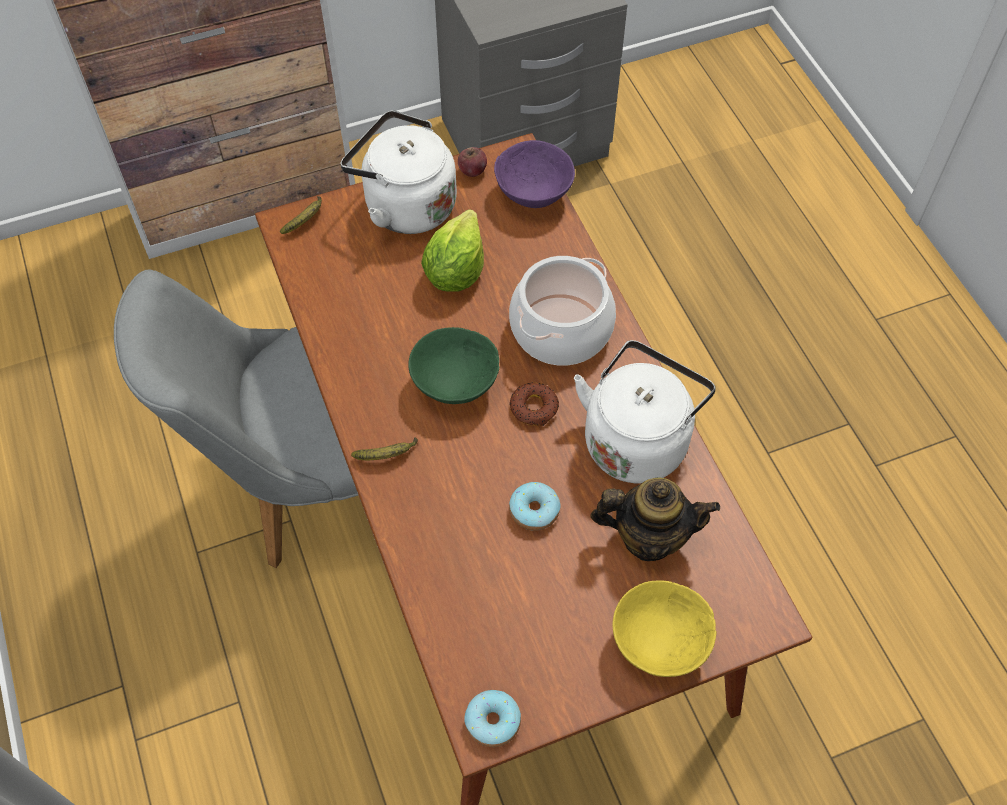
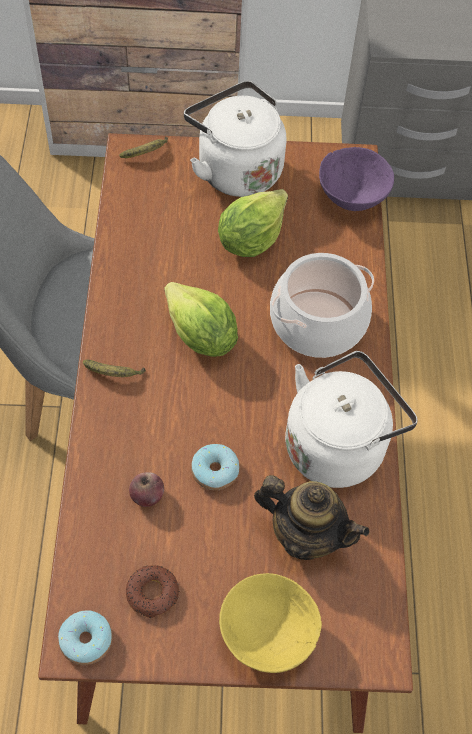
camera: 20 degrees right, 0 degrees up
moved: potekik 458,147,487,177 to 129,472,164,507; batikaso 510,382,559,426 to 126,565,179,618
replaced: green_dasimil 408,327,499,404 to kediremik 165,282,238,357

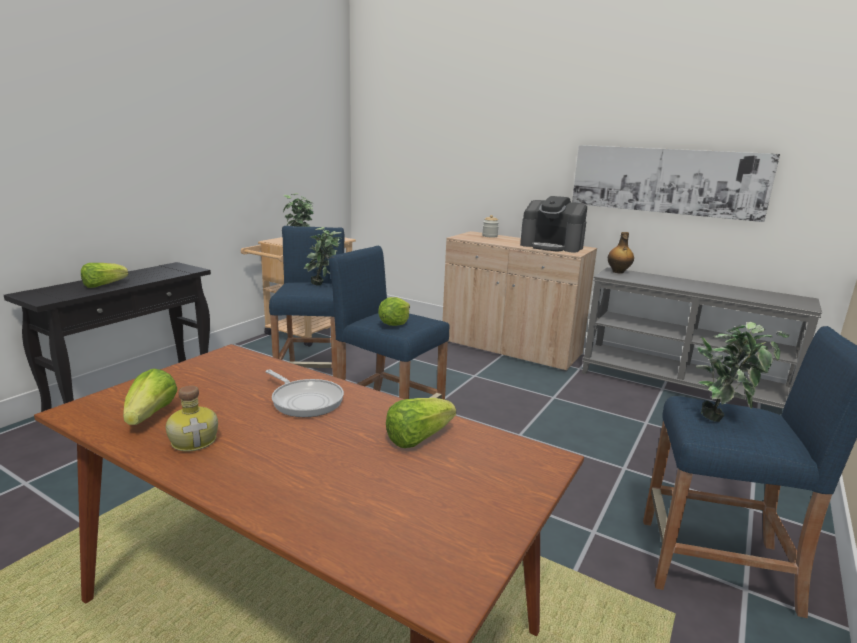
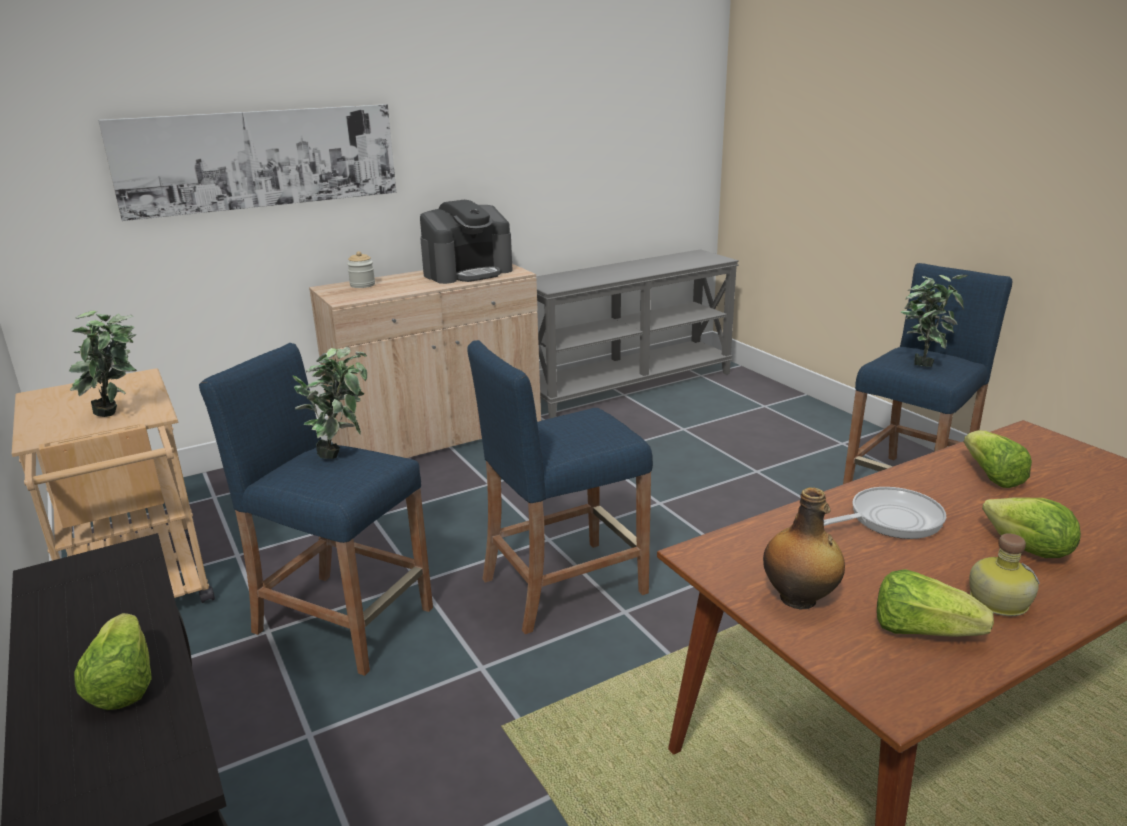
camera: 60 degrees left, 5 degrees up
moved: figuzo 572,145,780,222 to 98,104,396,221; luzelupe 608,232,634,274 to 763,487,845,610; kediremik 378,297,410,326 to 982,497,1081,558

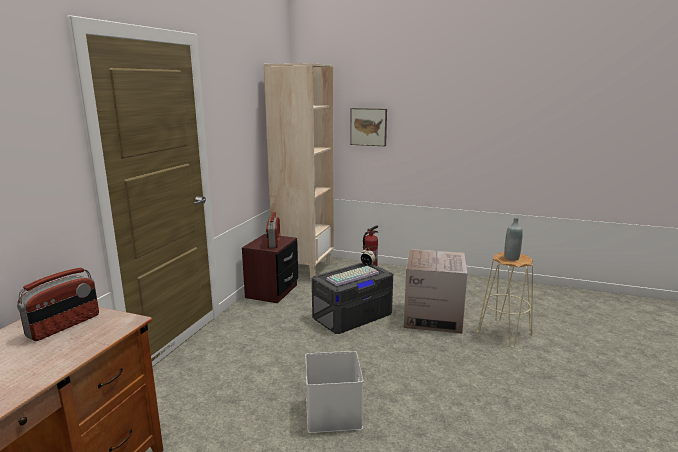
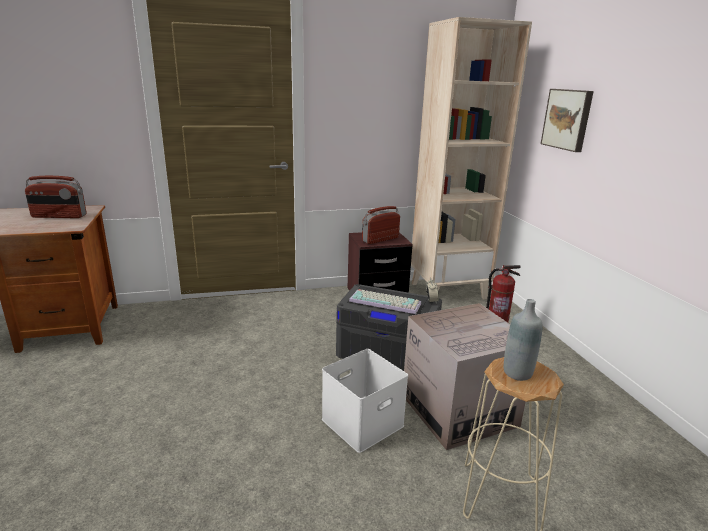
camera: 55 degrees right, 5 degrees up
moved: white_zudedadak 305,351,363,433 to 322,349,408,453

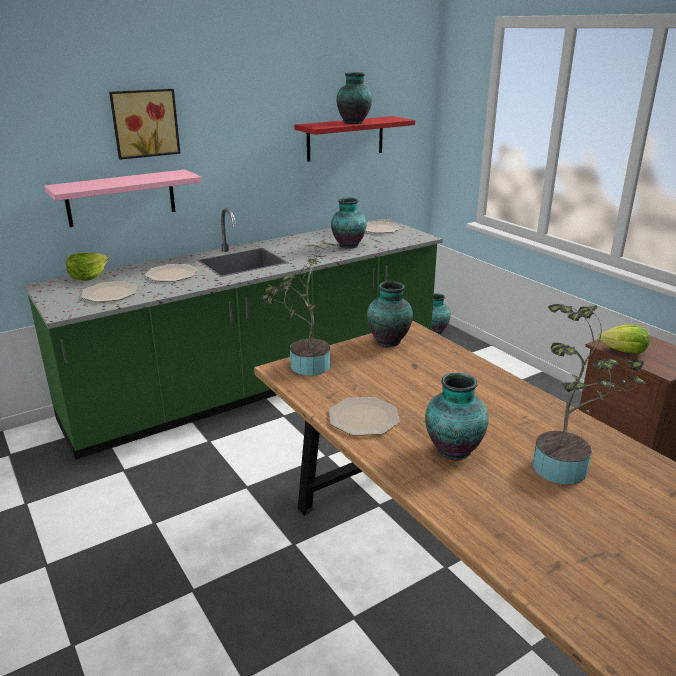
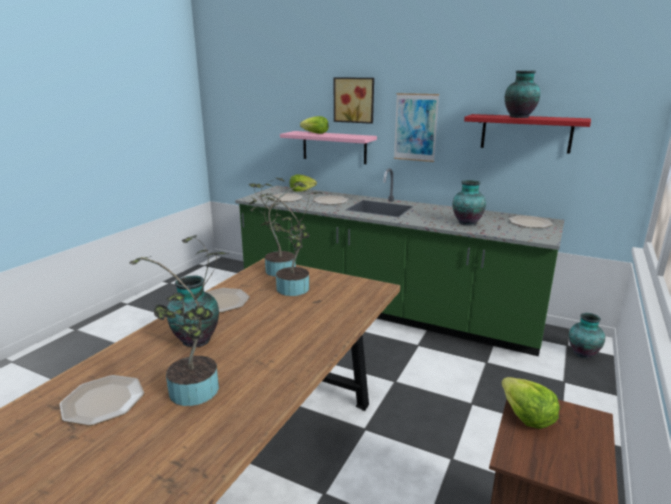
camera: 60 degrees right, 5 degrees down
removed: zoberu 367,281,413,347
added: figuzo 394,93,439,162; kediremik 300,116,329,134; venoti 260,182,322,296; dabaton 59,375,144,426

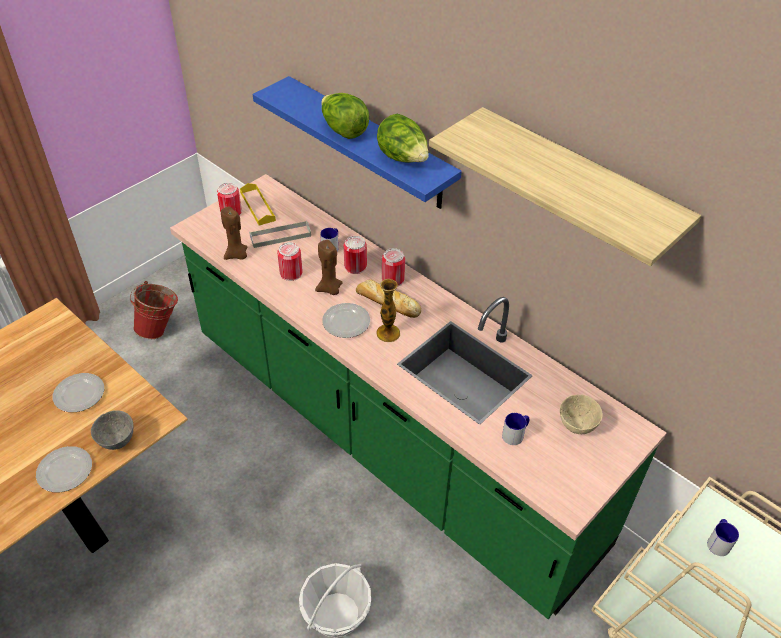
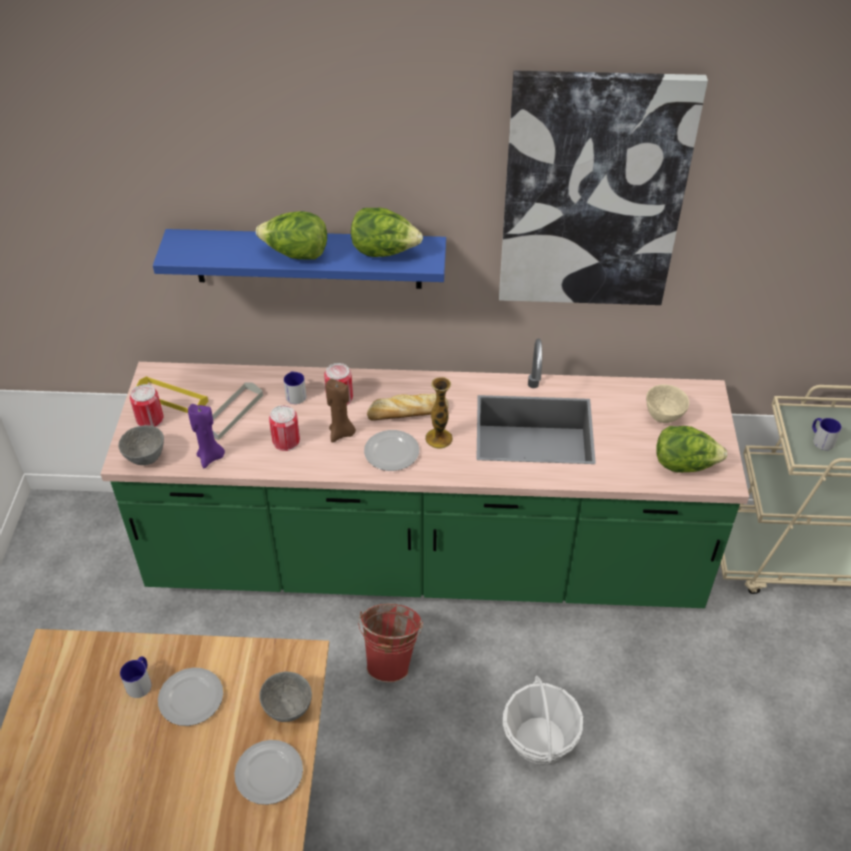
camera: 40 degrees left, 0 degrees up
removed: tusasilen 382,248,405,286
added: grey_dasimil 118,425,164,465; kediremik 656,426,728,473
moved: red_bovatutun 130,281,178,339 to 358,603,423,683; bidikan 502,413,529,445 to 120,656,151,698
replaced: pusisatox 429,107,701,266 to figuzo 499,70,708,305
recoloured: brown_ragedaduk 221,206,247,260 to purple_ragedaduk 188,404,225,468

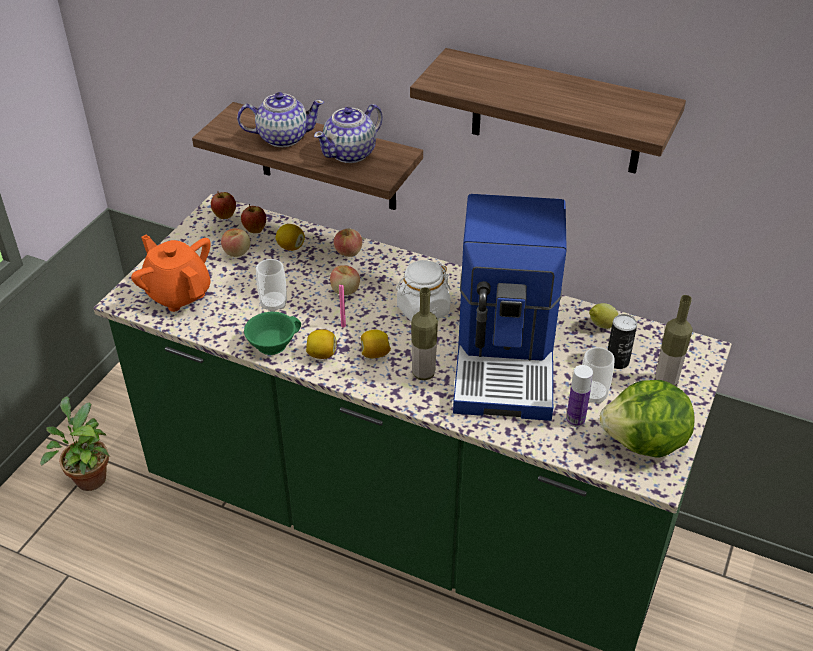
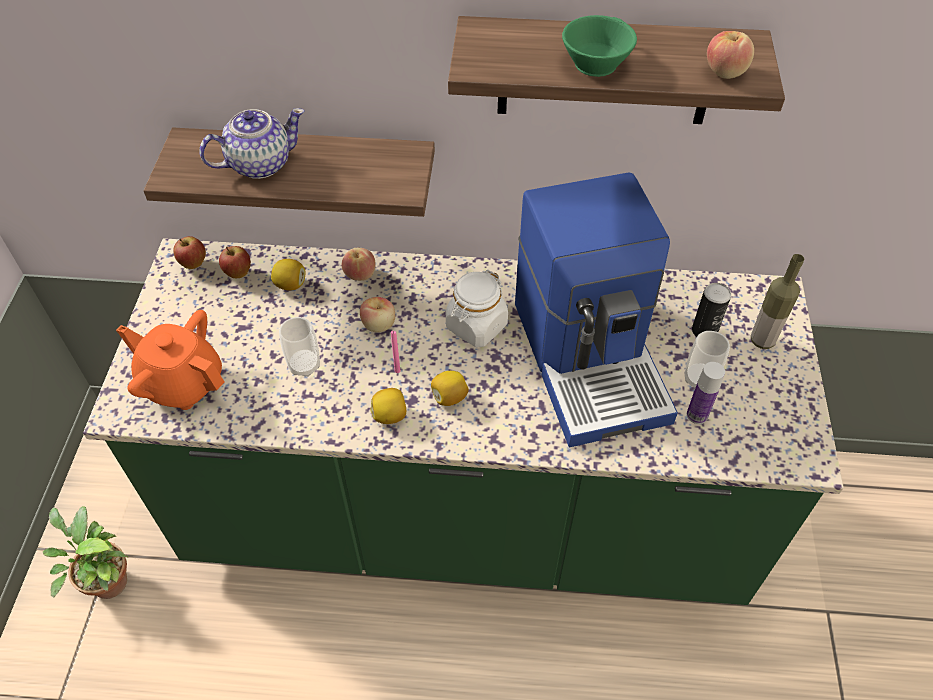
camera: 20 degrees left, 10 degrees up
removed: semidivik 314,104,383,163; luzelupe 411,287,438,380; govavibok 589,303,618,329; kediremik 600,380,695,458
moved: potekik 221,228,250,257 to 707,31,754,79; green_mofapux 244,312,301,355 to 562,15,637,77

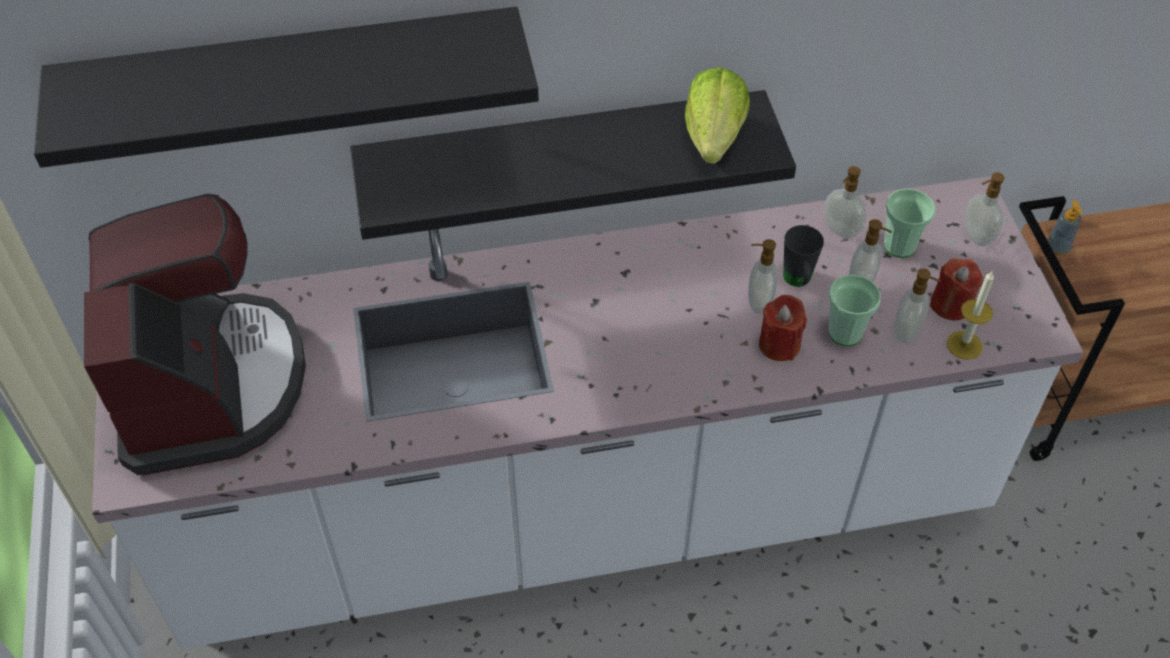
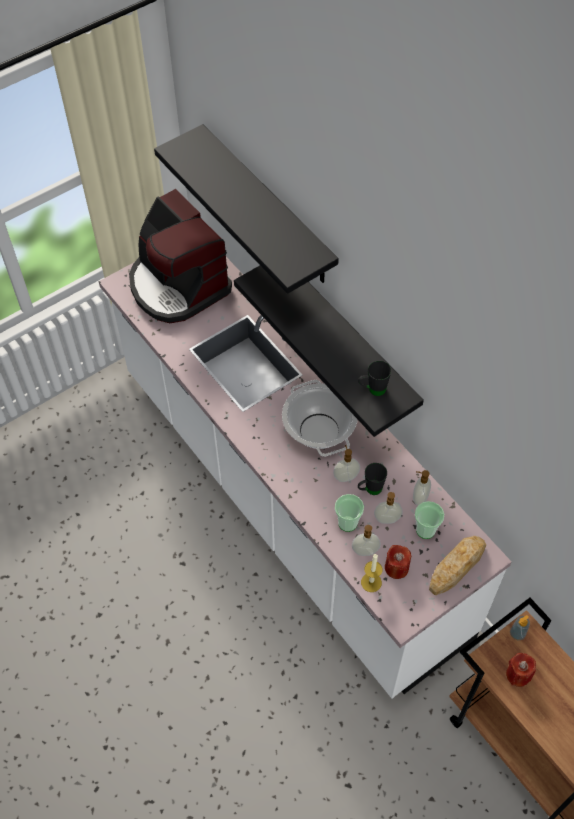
camera: 65 degrees right, 5 degrees up
added: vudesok 282,380,358,457
moved: red_ragedaduk 759,295,807,361 to 506,653,536,687
replaced: kediremik 685,67,750,164 to black_bidikan 358,360,391,396; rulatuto 965,172,1005,246 to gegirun 429,536,486,595
turned: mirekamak 84,193,306,475 = 129,189,232,323 90 degrees clockwise

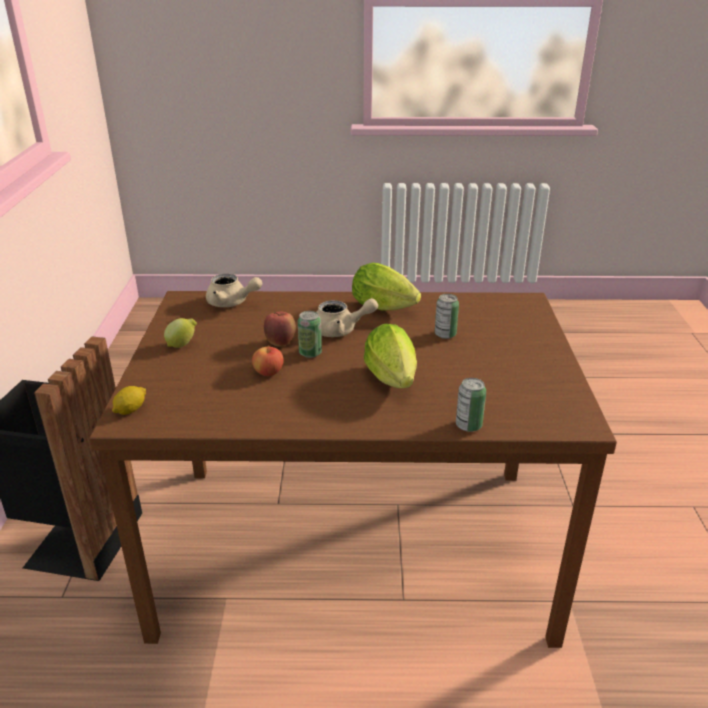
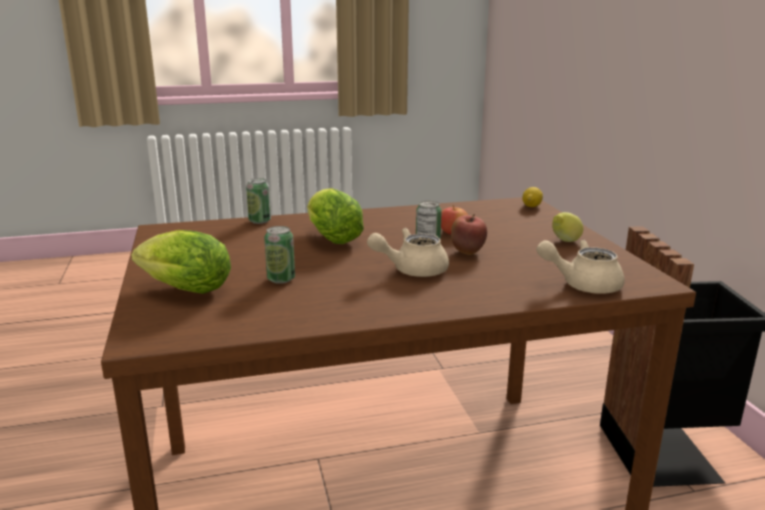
camera: 165 degrees right, 10 degrees down
moved: kediremik 352,263,421,311 to 132,230,231,294

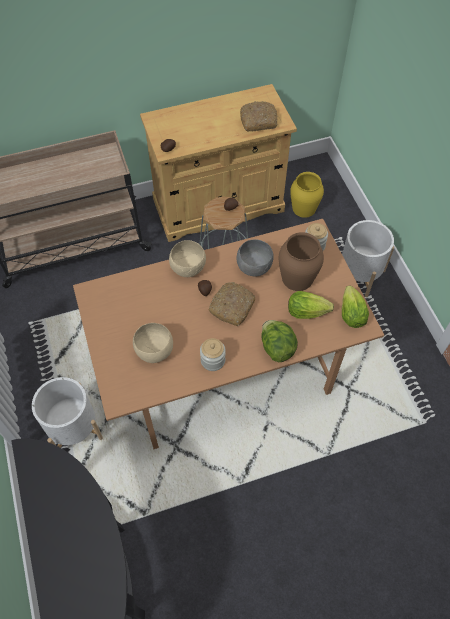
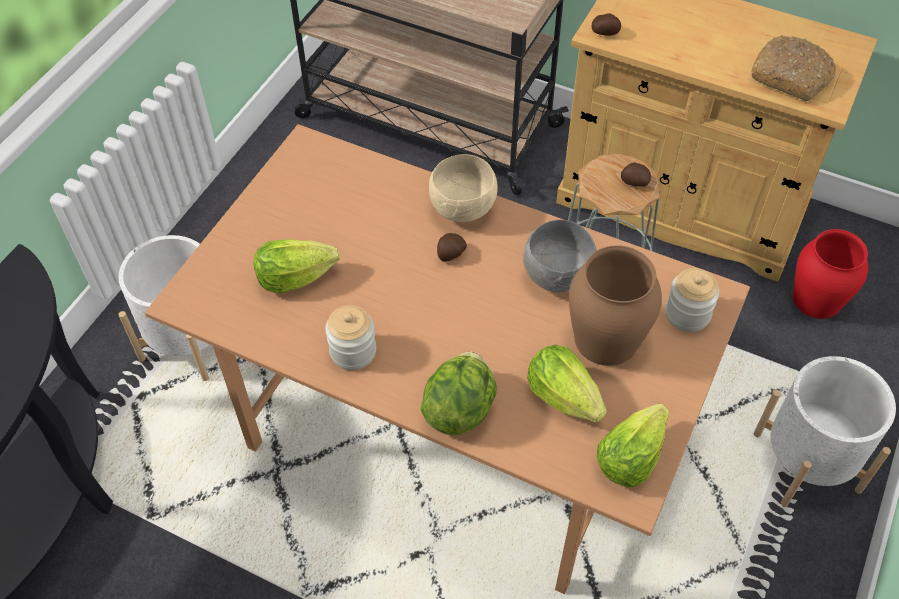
camera: 45 degrees right, 5 degrees down
removed: gegirun 209,282,255,326
replaced: beige_dasimil 133,323,173,363 to kediremik 254,239,340,293
recoloured: yellow_zoberu 290,172,324,218 to red_zoberu 793,229,868,319

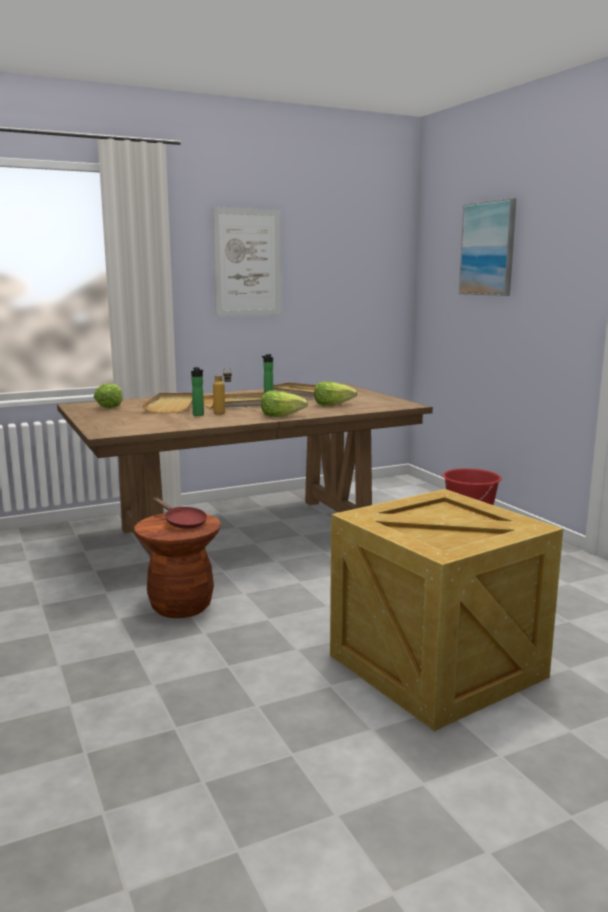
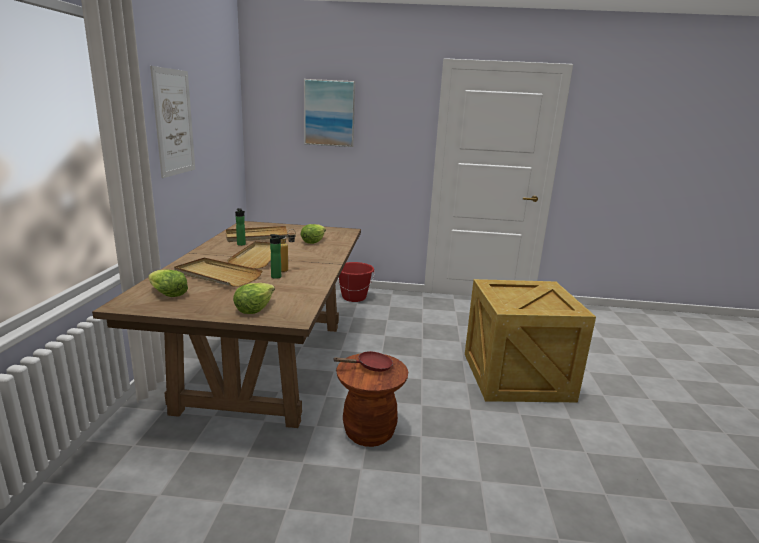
camera: 60 degrees left, 5 degrees up
moved: kediremik 261,391,308,417 to 233,283,275,314

